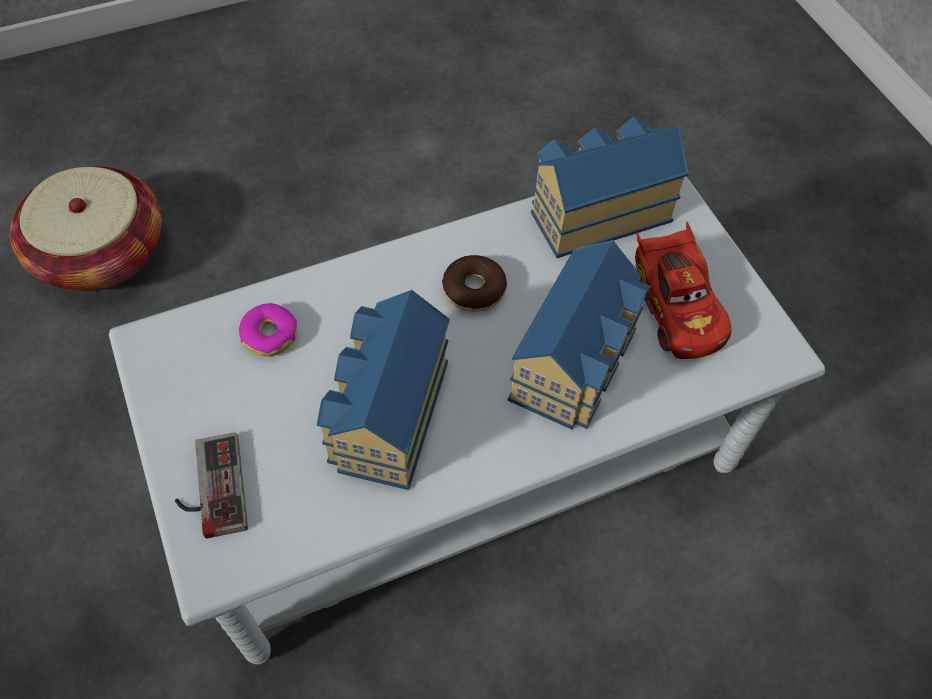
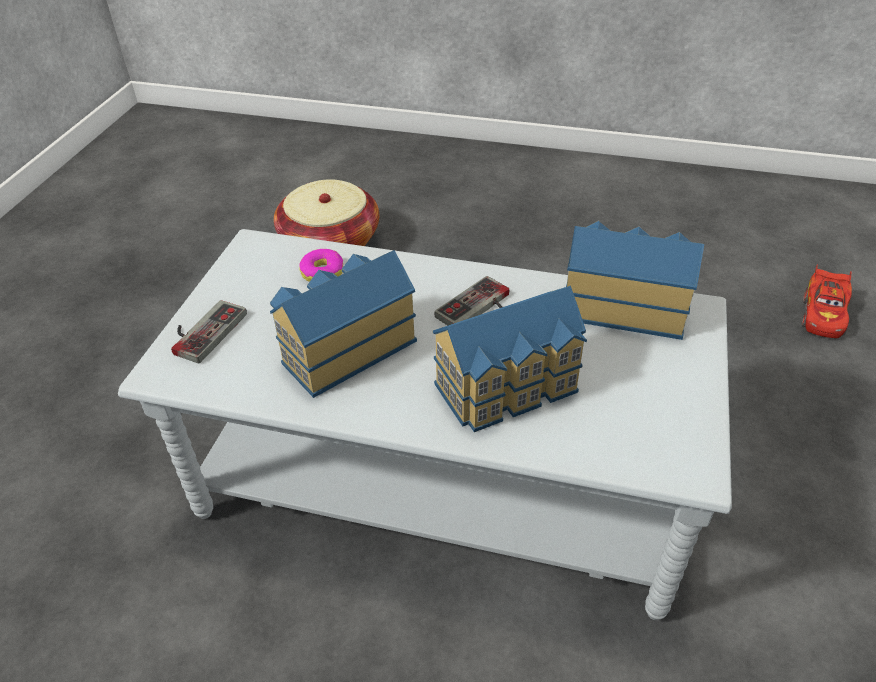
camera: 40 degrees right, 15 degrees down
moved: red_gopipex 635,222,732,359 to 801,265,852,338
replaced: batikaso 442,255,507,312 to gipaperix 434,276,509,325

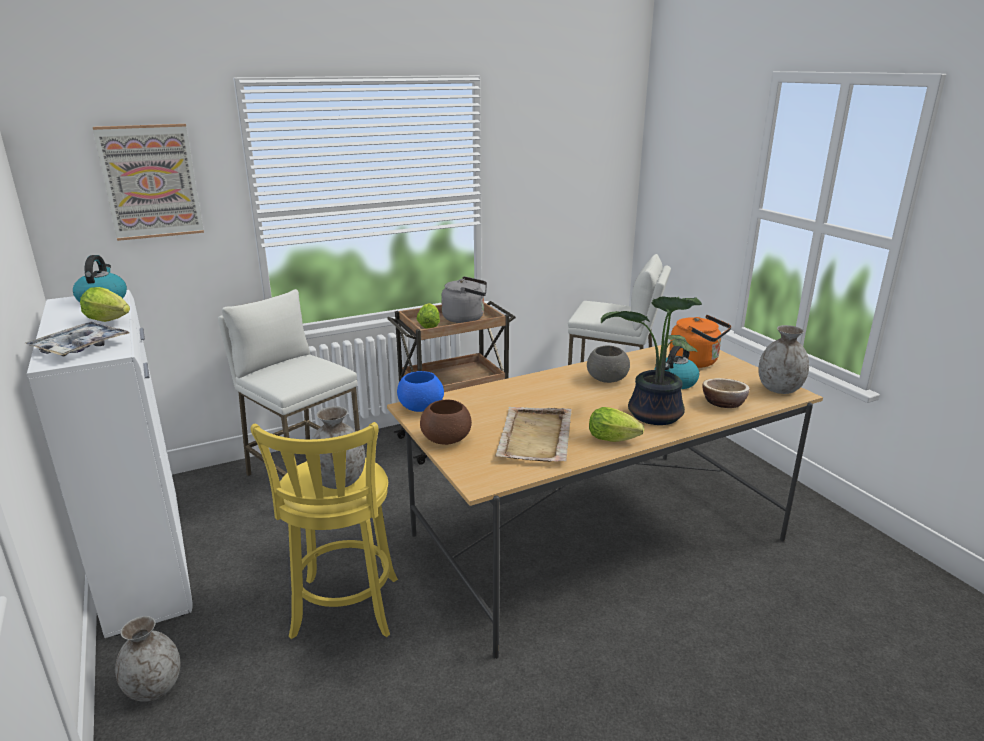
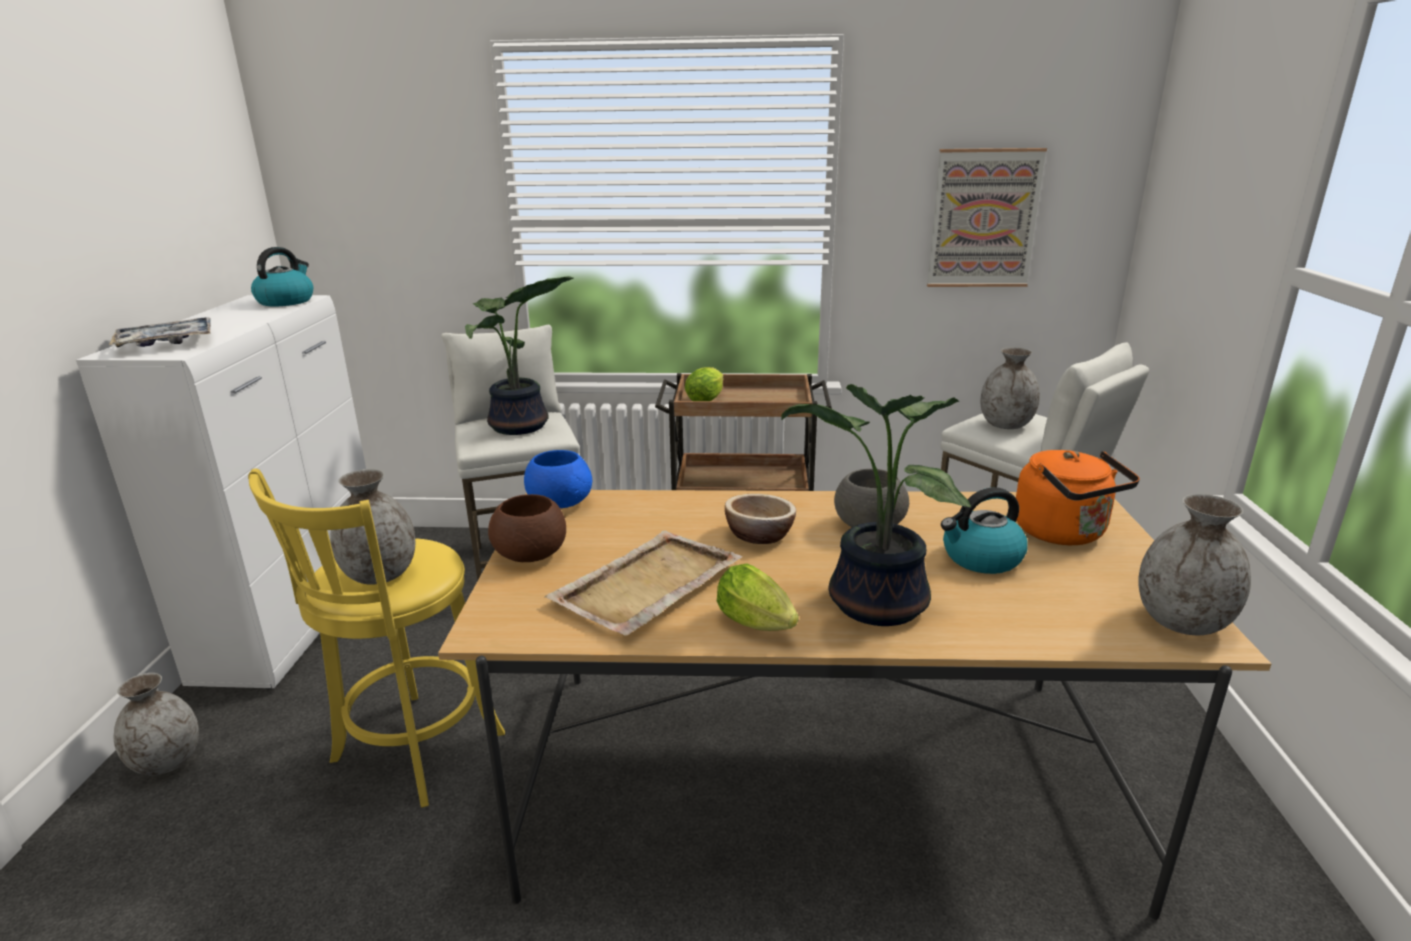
camera: 30 degrees right, 0 degrees up
removed: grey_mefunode 441,276,487,323; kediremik 80,287,130,322
added: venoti 465,276,573,435; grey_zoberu 980,347,1040,429
moved: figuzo 93,124,204,241 to 927,148,1047,287; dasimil 703,378,750,408 to 725,494,796,544

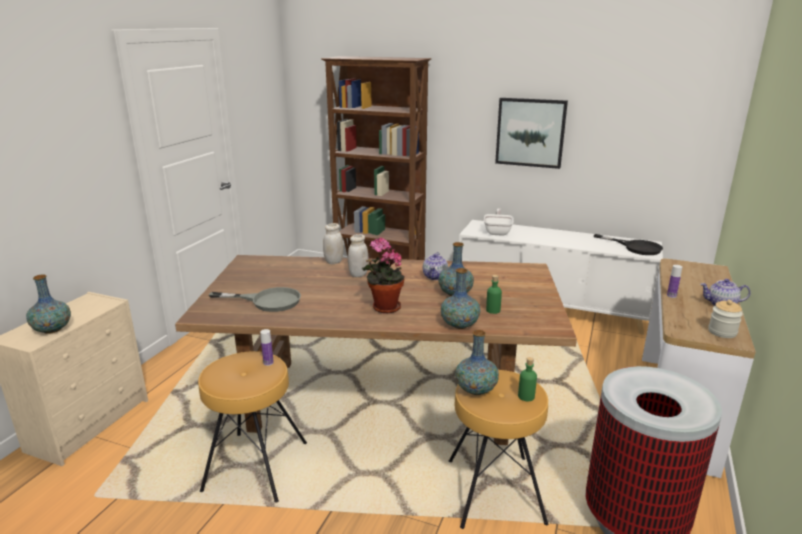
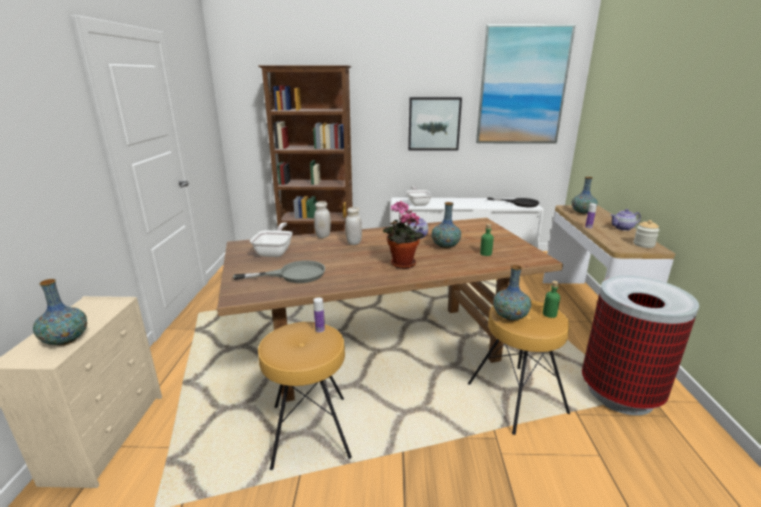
camera: 20 degrees left, 0 degrees up
added: figuzo 476,24,576,144; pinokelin 250,222,293,257
moved: zoberu 441,268,480,329 to 571,177,598,214

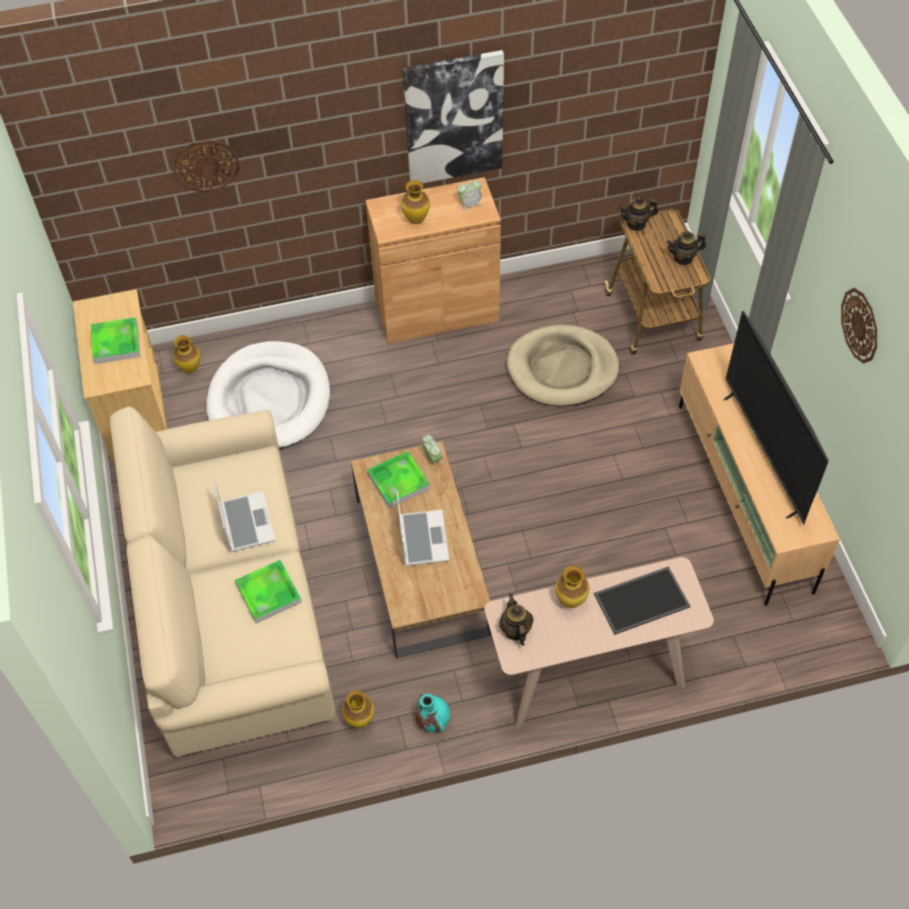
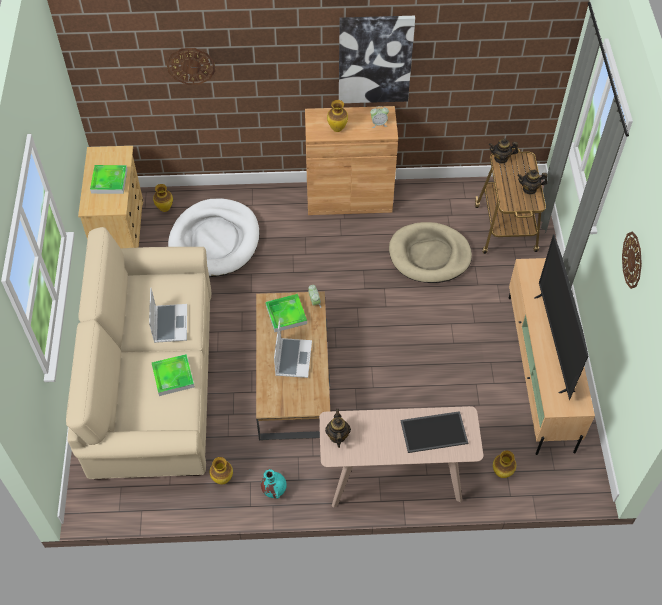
camera: 10 degrees right, 0 degrees up
moved: zoberu 555,566,589,608 to 493,451,516,478

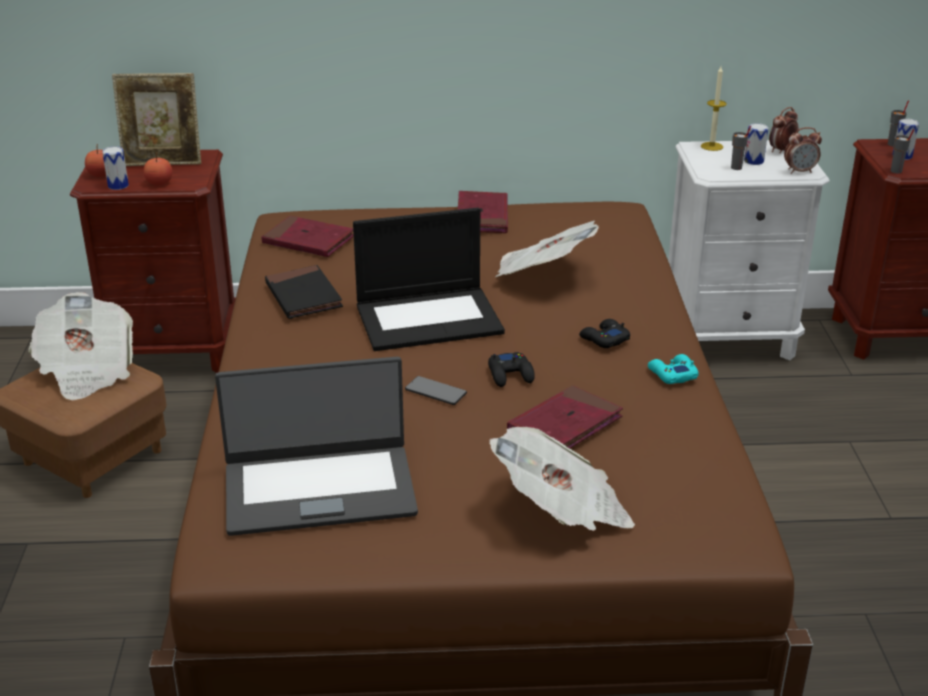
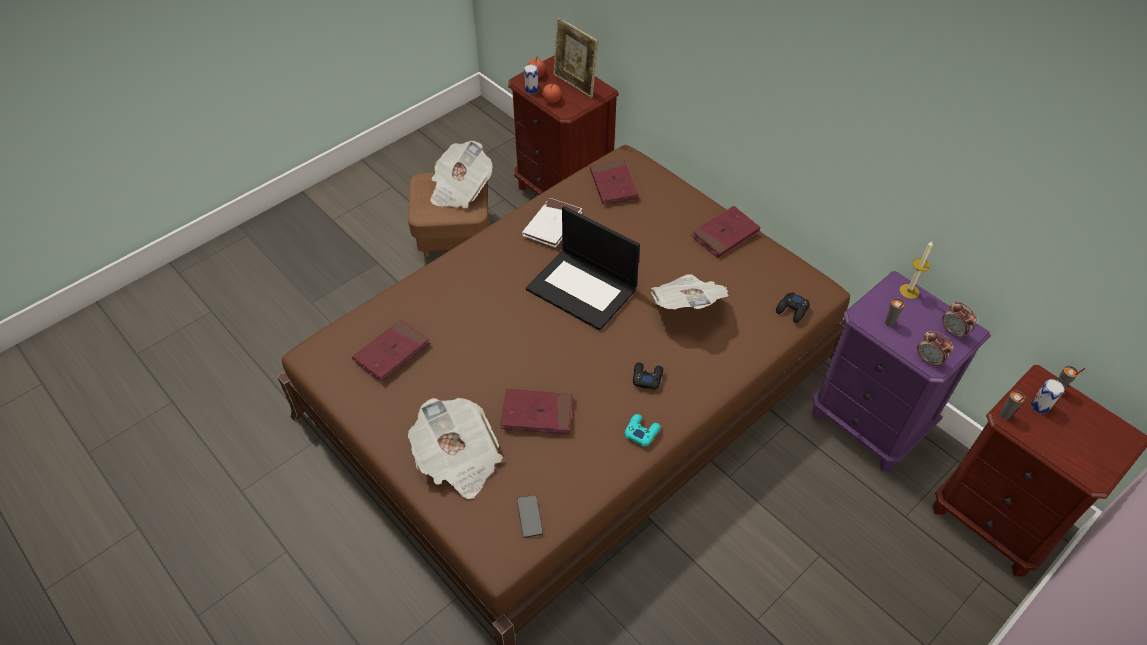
camera: 50 degrees right, 20 degrees up
removed: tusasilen 744,123,768,165
moved: black_gipaperix 488,352,535,387 to 776,292,810,323; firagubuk 405,376,467,405 to 517,495,543,538
replaced: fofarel 215,357,418,536 to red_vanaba 352,320,430,382
recoloured: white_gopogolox 668,140,830,360 to purple_gopogolox 812,271,991,472; black_vanaba 265,265,343,319 to white_vanaba 522,198,582,248
turned: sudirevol 769,107,799,153 = 942,301,977,339 135 degrees counterclockwise

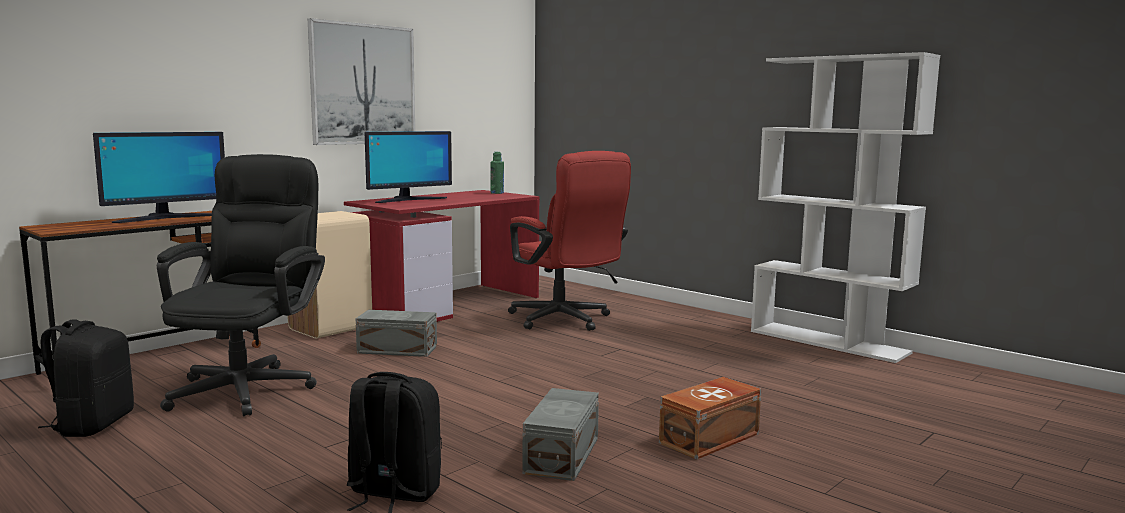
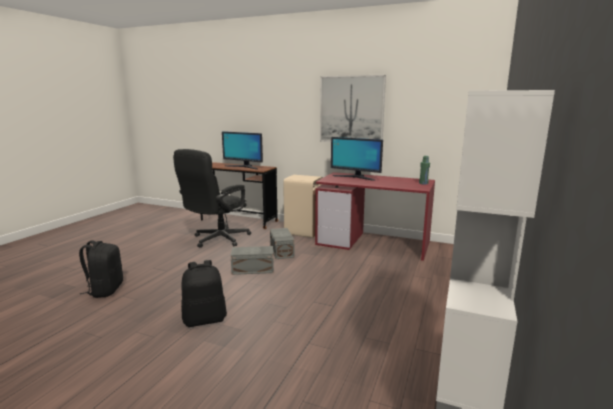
camera: 70 degrees right, 5 degrees up
removed: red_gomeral 508,151,631,331; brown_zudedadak 659,377,761,460
moved: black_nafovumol 38,319,134,437 to 181,260,227,327; grey_zudedadak 523,388,599,481 to 231,246,274,275
turned: black_gomeral 157,154,325,416 = 173,149,251,248 135 degrees clockwise

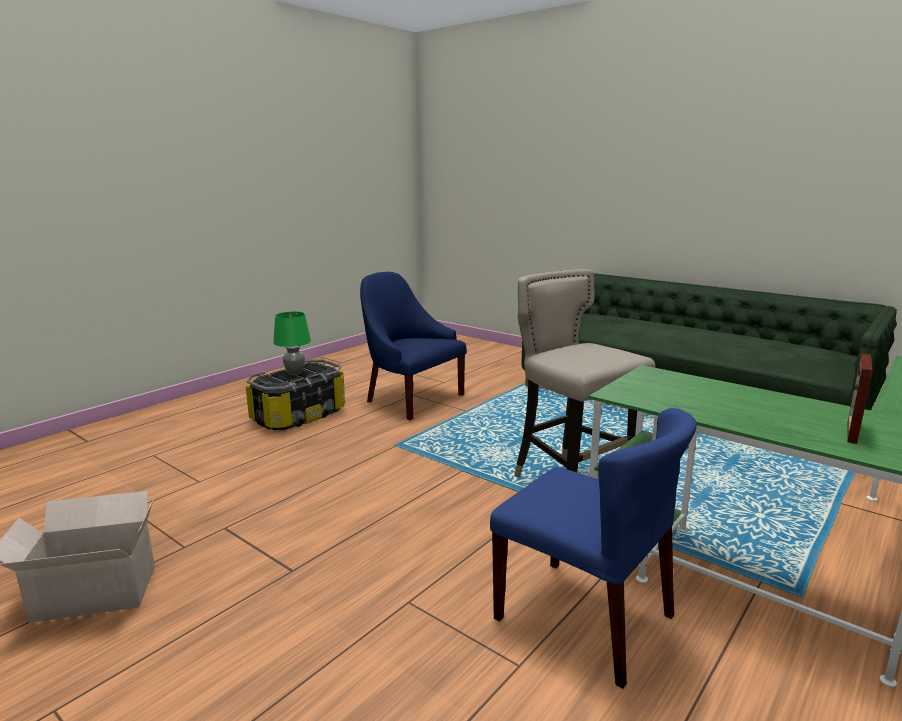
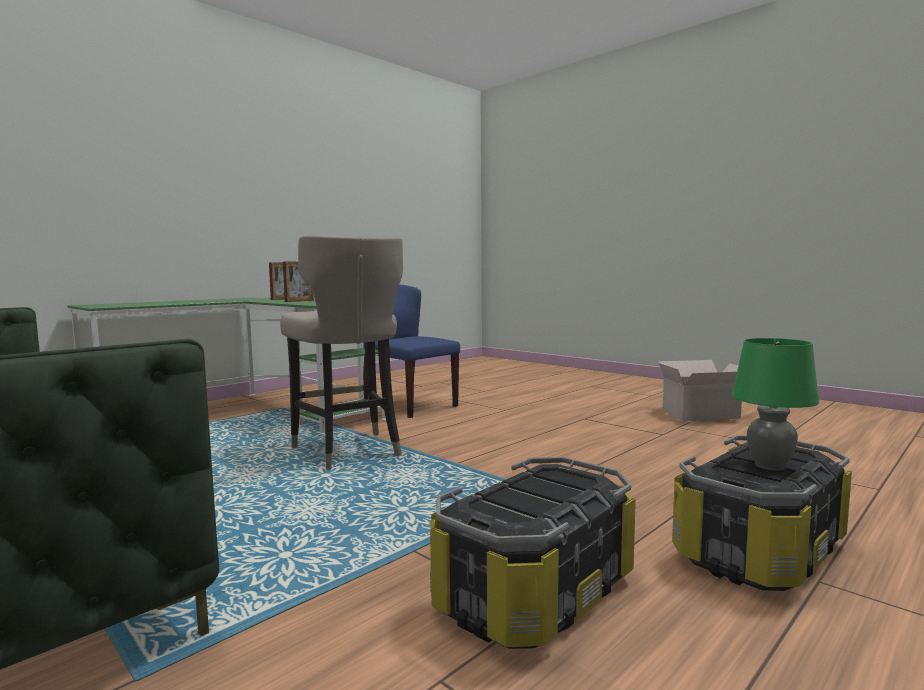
camera: 175 degrees left, 10 degrees down
added: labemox 283,262,314,302
replaced: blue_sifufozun 360,272,467,420 to zudedadak 430,457,636,649

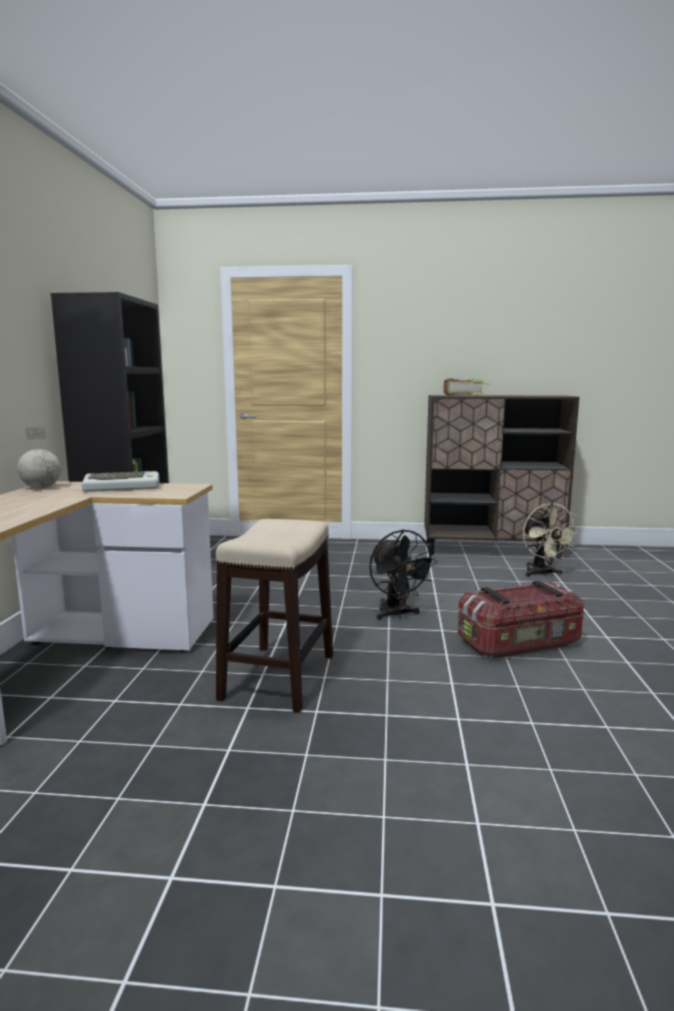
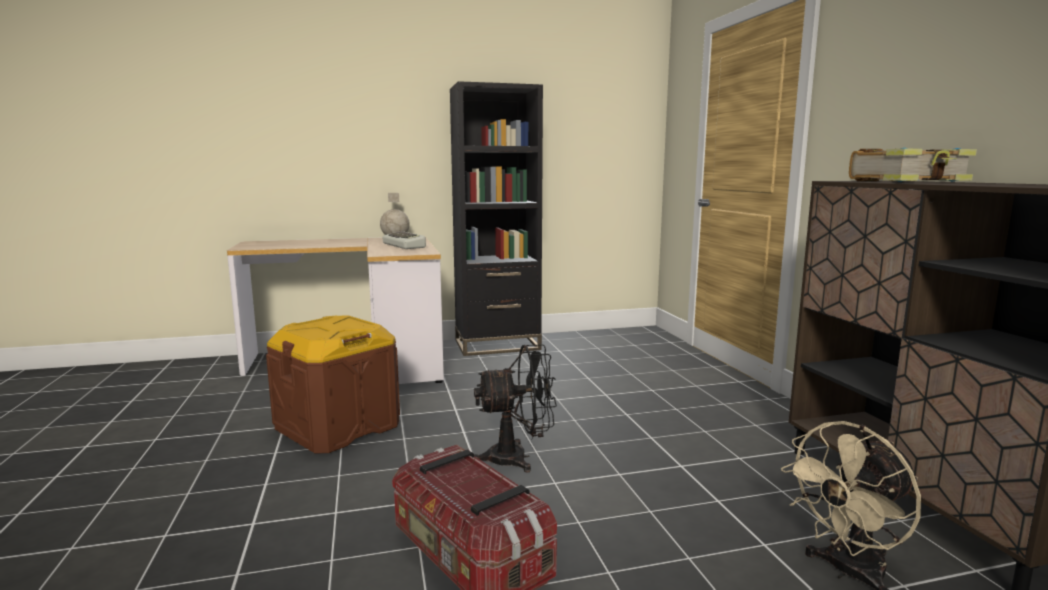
camera: 70 degrees right, 0 degrees up
replaced: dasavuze 215,519,333,713 to brown_zudedadak 266,315,400,454
turned: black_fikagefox 369,529,438,620 = 474,344,557,473 150 degrees counterclockwise

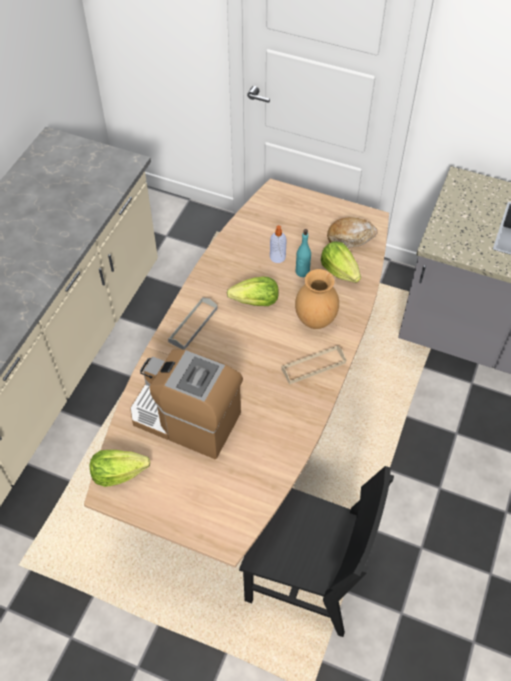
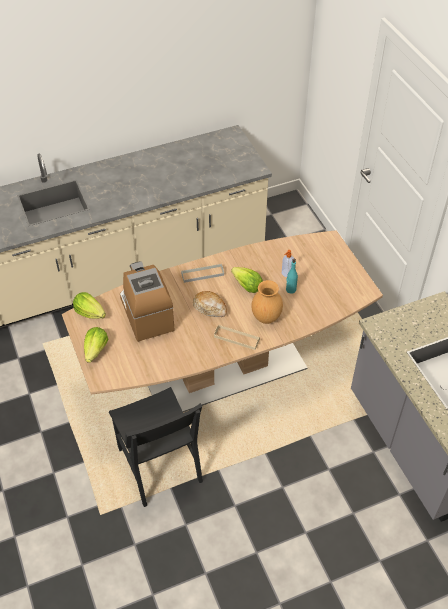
camera: 45 degrees right, 5 degrees down
moved: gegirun 327,218,378,248 to 193,291,227,317; kediremik 321,242,361,283 to 84,327,108,363

